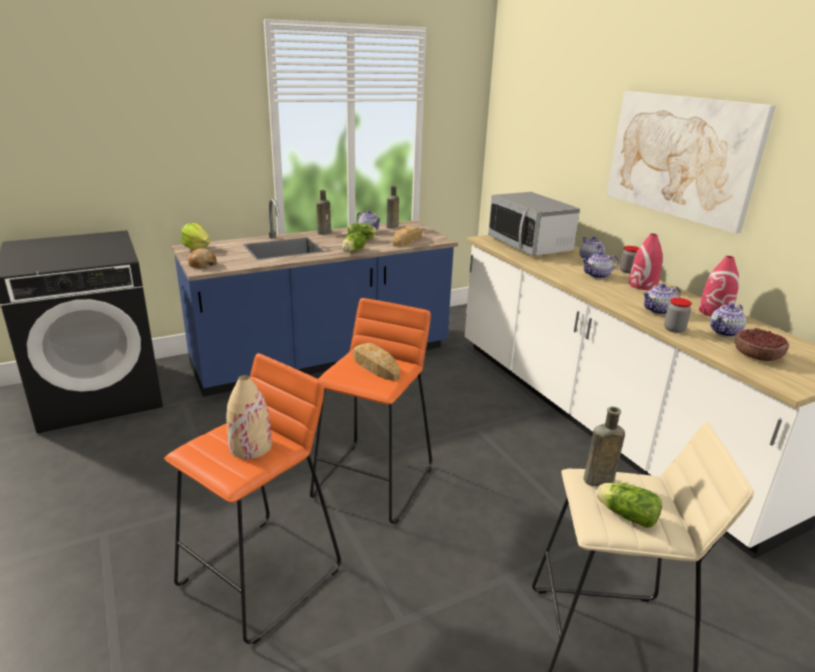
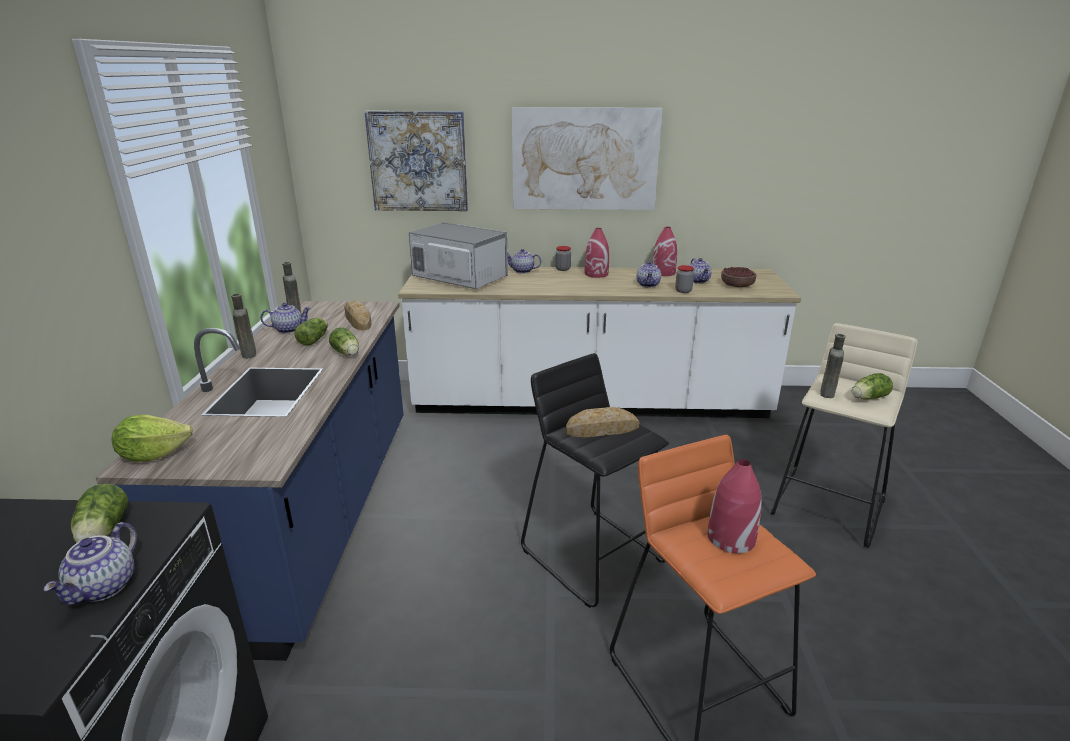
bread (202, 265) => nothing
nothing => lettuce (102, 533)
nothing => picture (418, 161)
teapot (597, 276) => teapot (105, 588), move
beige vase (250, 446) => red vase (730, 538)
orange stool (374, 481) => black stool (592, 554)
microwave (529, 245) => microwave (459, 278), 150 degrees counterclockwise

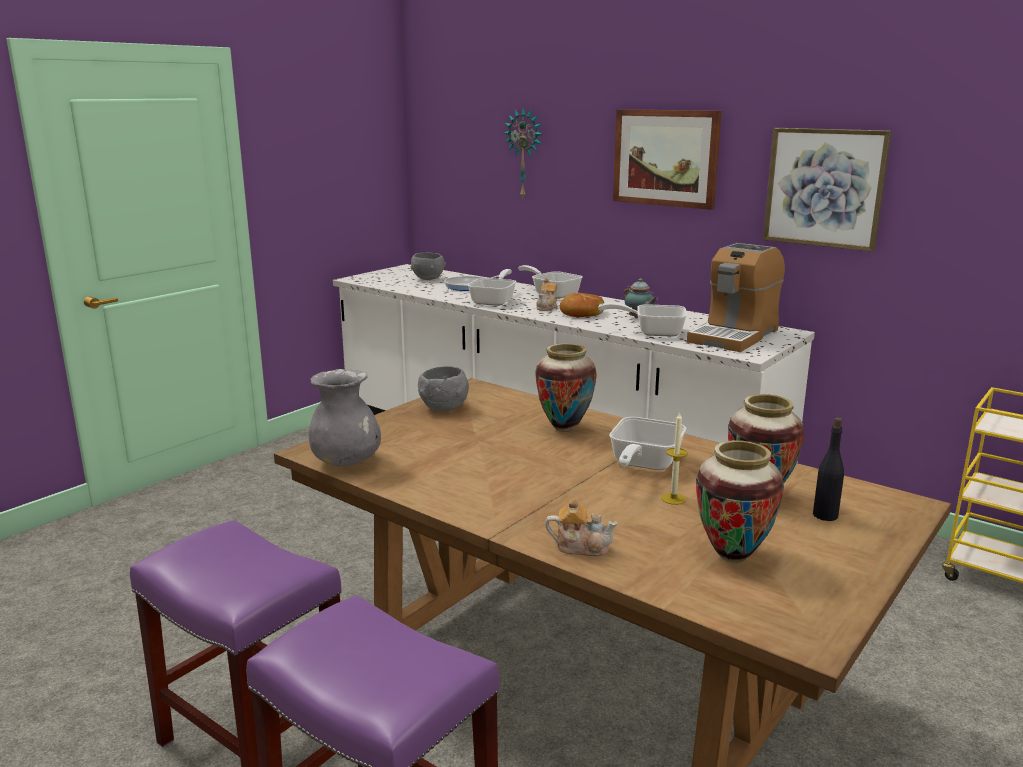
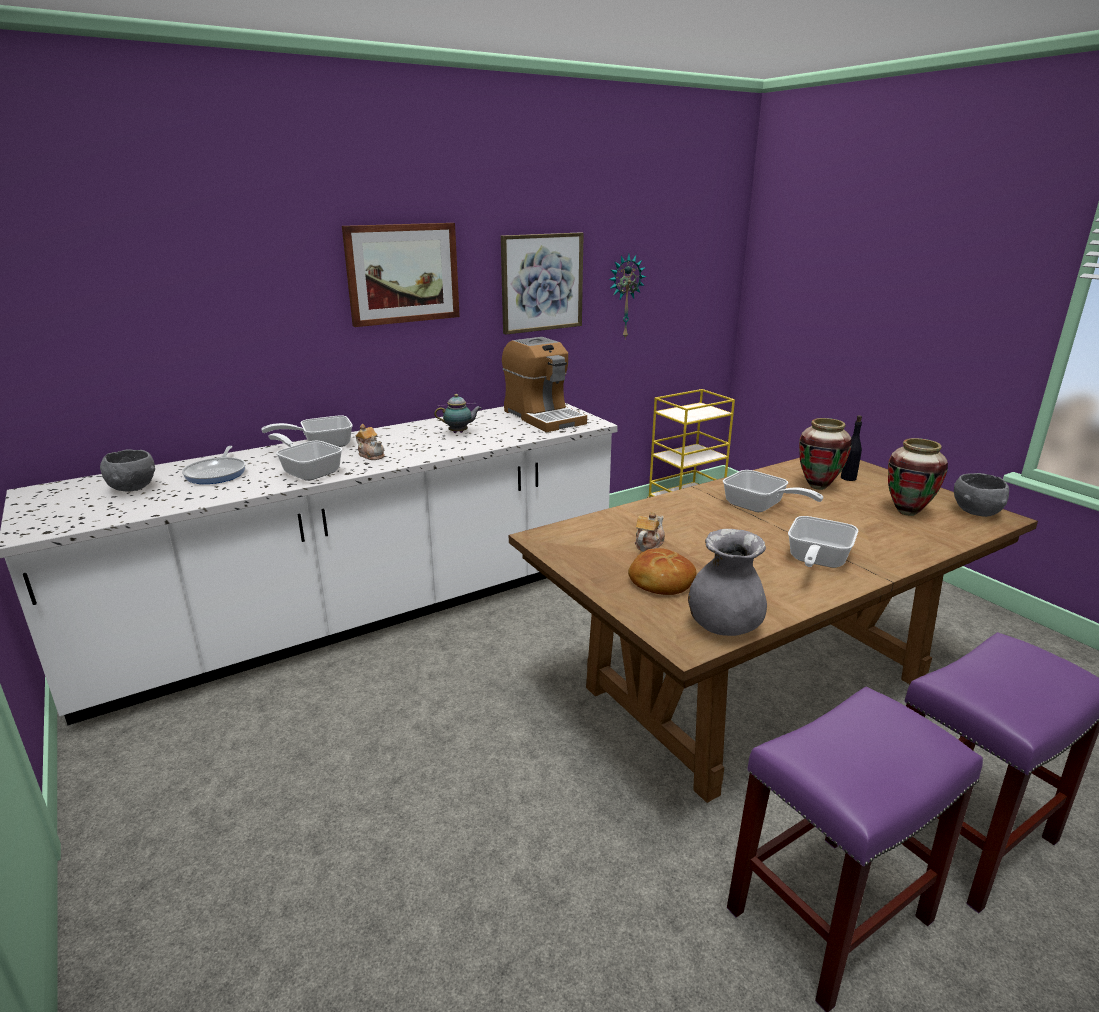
vase (564, 428) => nothing
candle (673, 499) => nothing
grey bowl (444, 408) => grey bowl (975, 512), move
wall clock (525, 153) => wall clock (624, 296), move
teapot (581, 547) => teapot (648, 544), move
bread (581, 313) => bread (660, 582), move
frying pan (652, 332) => frying pan (815, 561), move

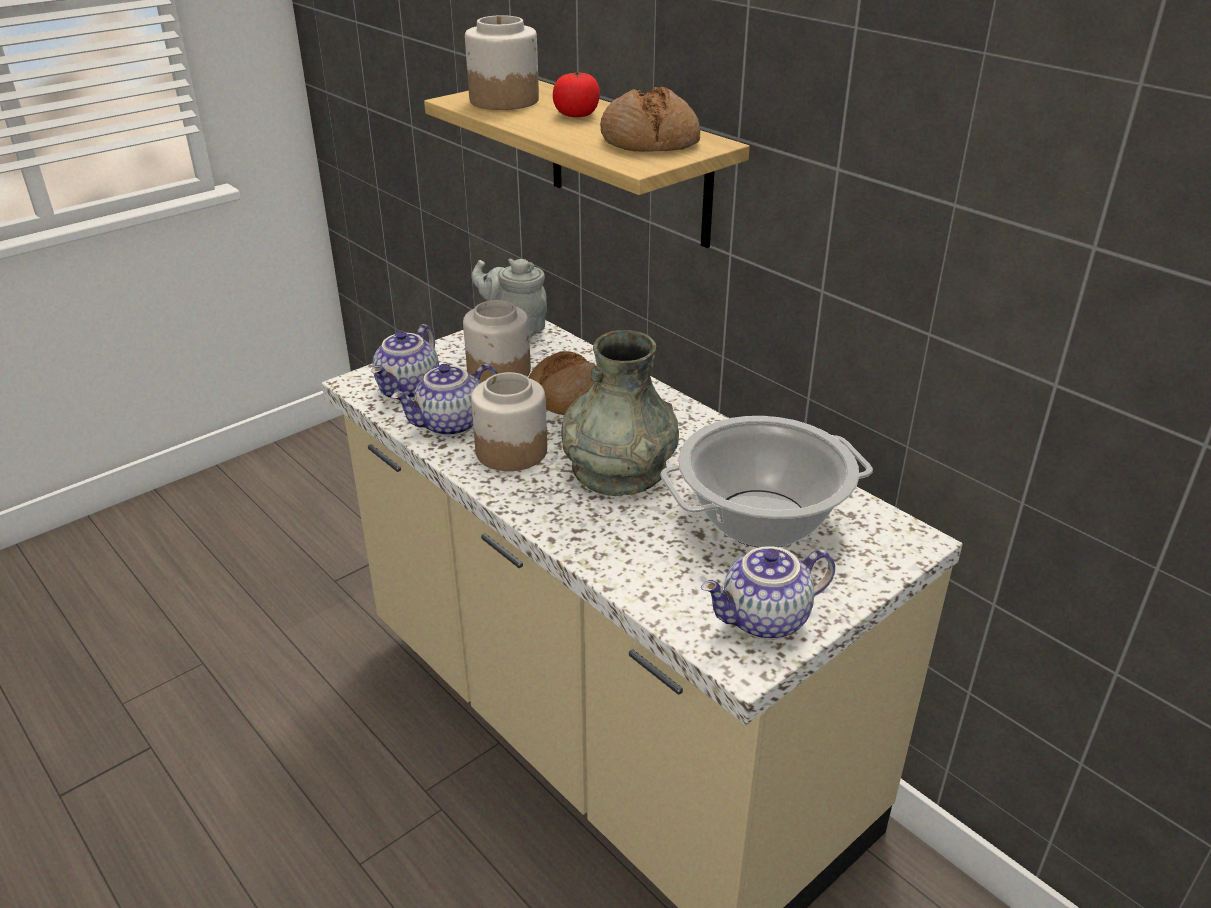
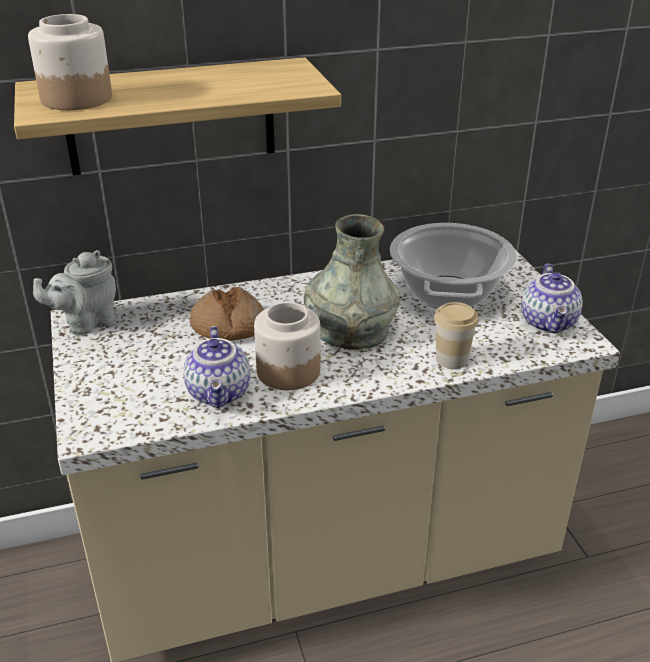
teapot (409, 389) => nothing
jar (500, 371) => nothing
tomato (576, 115) => nothing
bread (649, 141) => nothing
nothing => cup (451, 359)

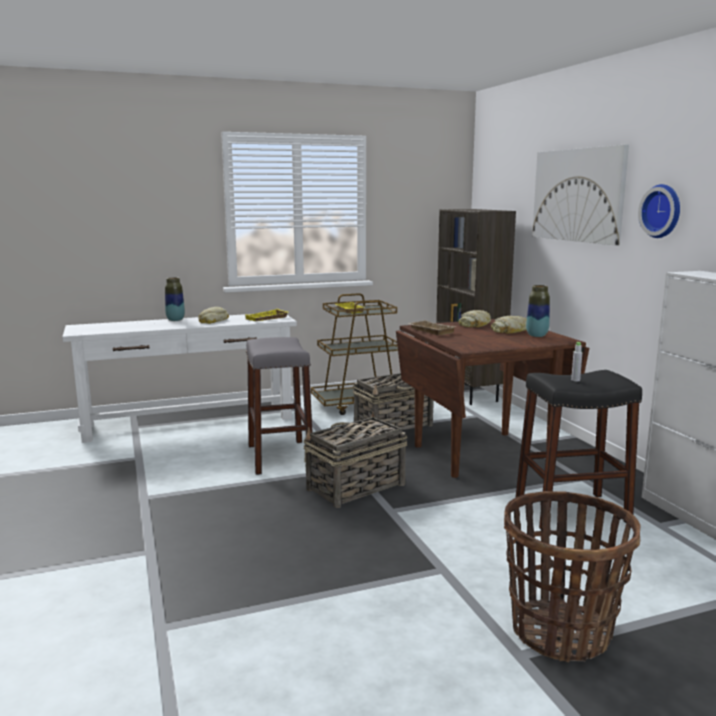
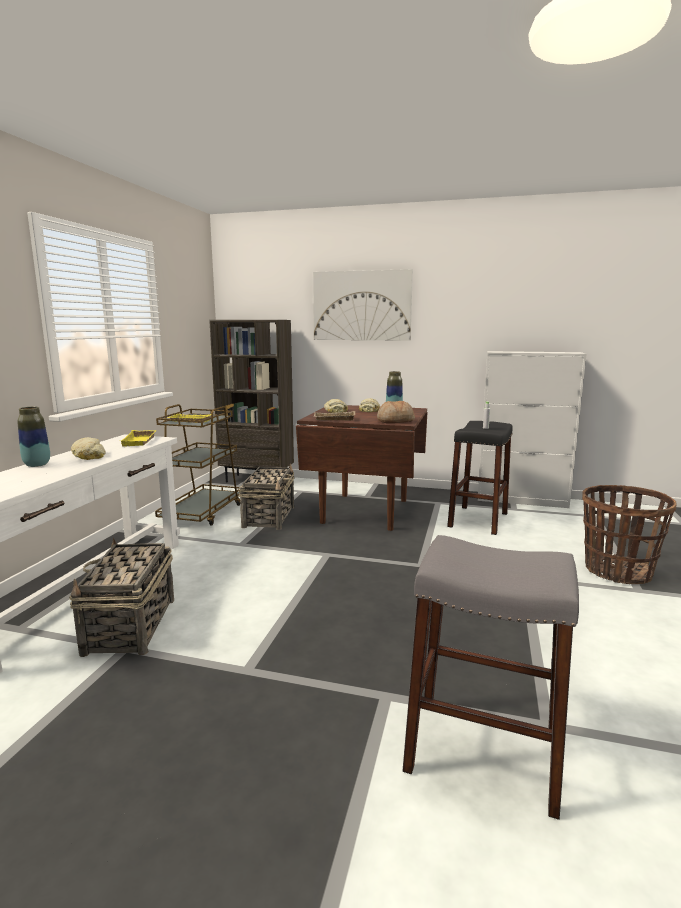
wall clock (663, 211) => nothing
nothing => bread (395, 421)
grey stool (280, 457) => grey stool (482, 753), move
basket (354, 487) => basket (130, 626), move

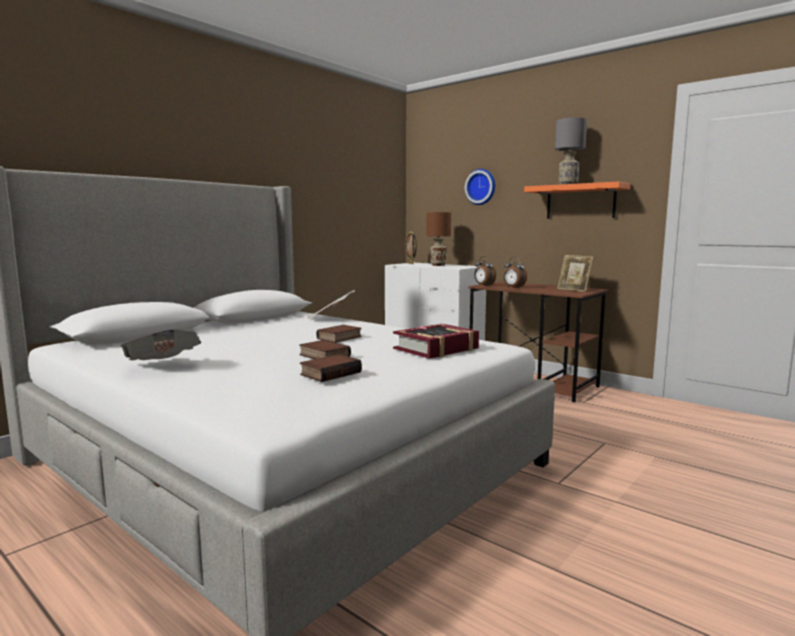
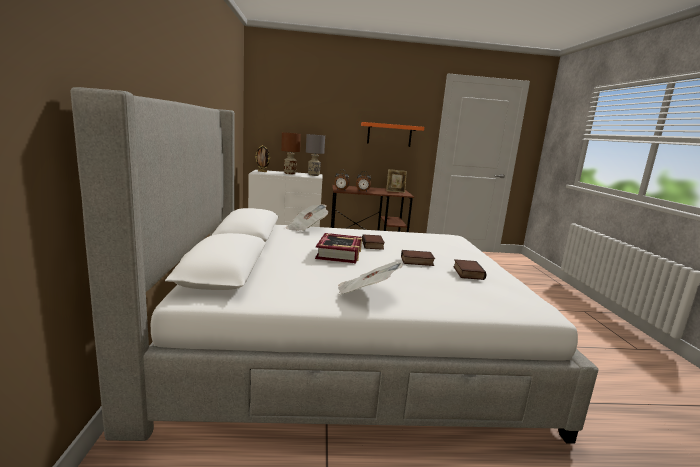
wall clock (481, 187) => nothing
book (436, 349) => book (339, 254), move
grey table lamp (568, 184) => grey table lamp (314, 175), move

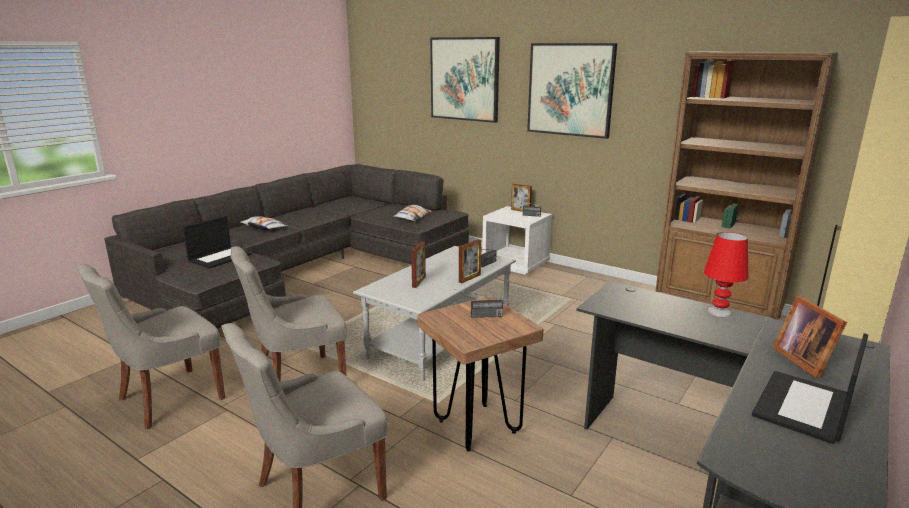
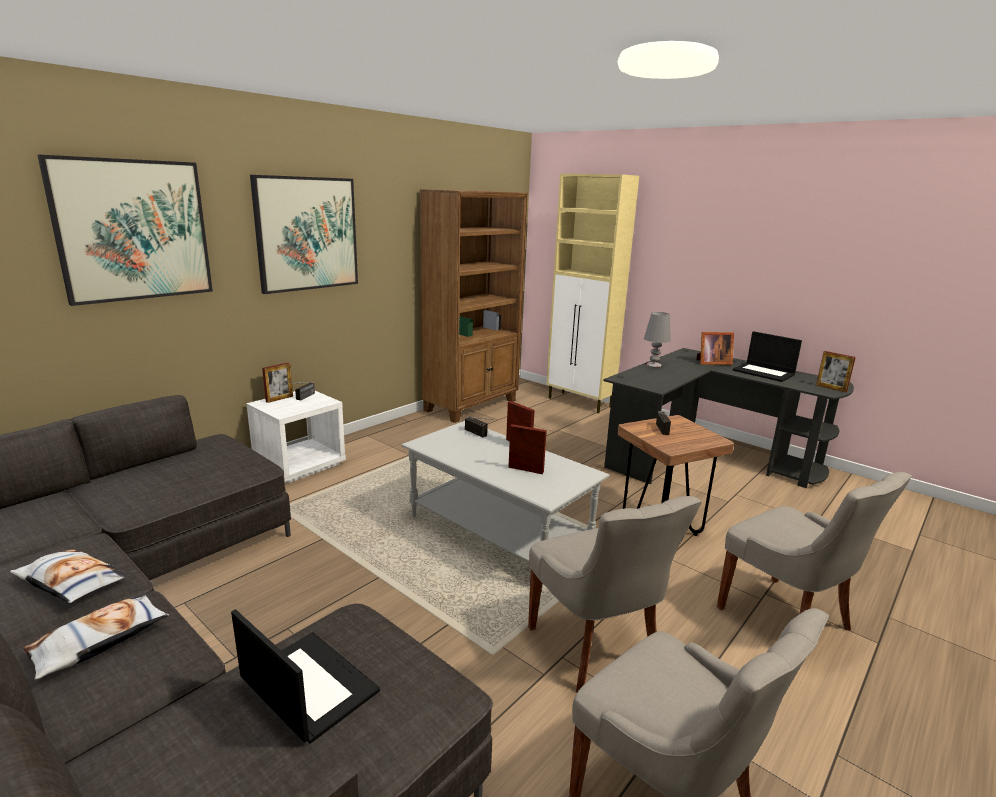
nothing => picture frame (831, 388)
pillow (412, 217) => pillow (70, 582), move
red table lamp (719, 312) => grey table lamp (654, 365)

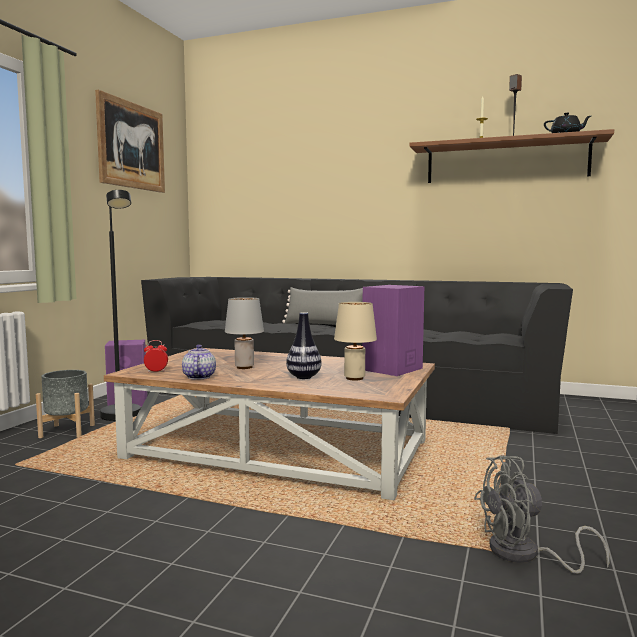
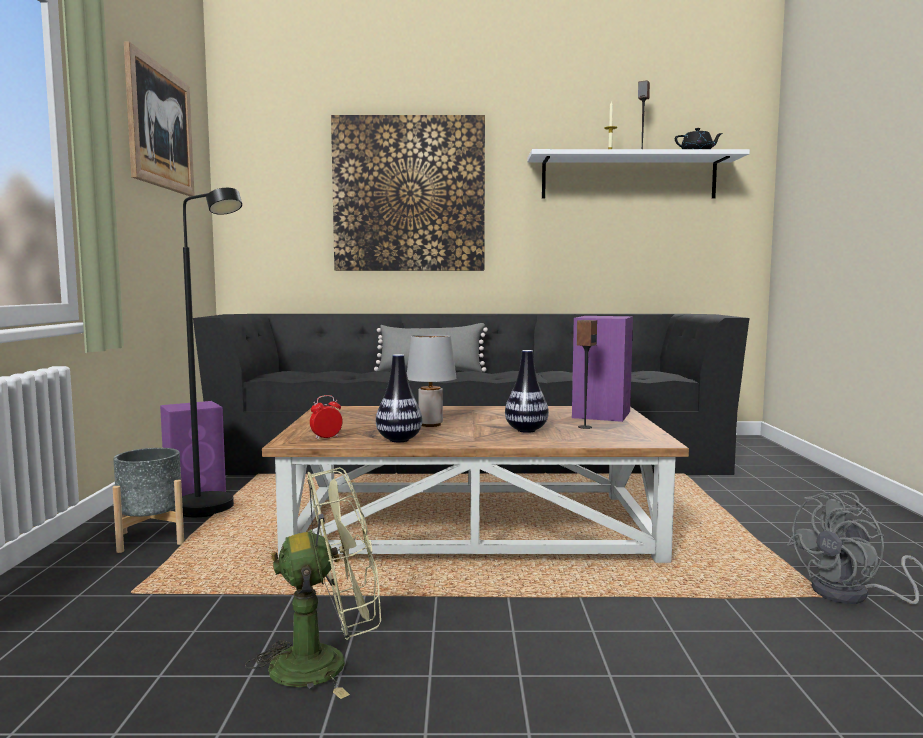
nothing => green fan (325, 662)
nothing => picture (409, 194)
teapot (198, 377) => vase (399, 440)
beige table lamp (355, 378) => speaker (584, 427)
brown shelf (506, 161) => white shelf (628, 178)

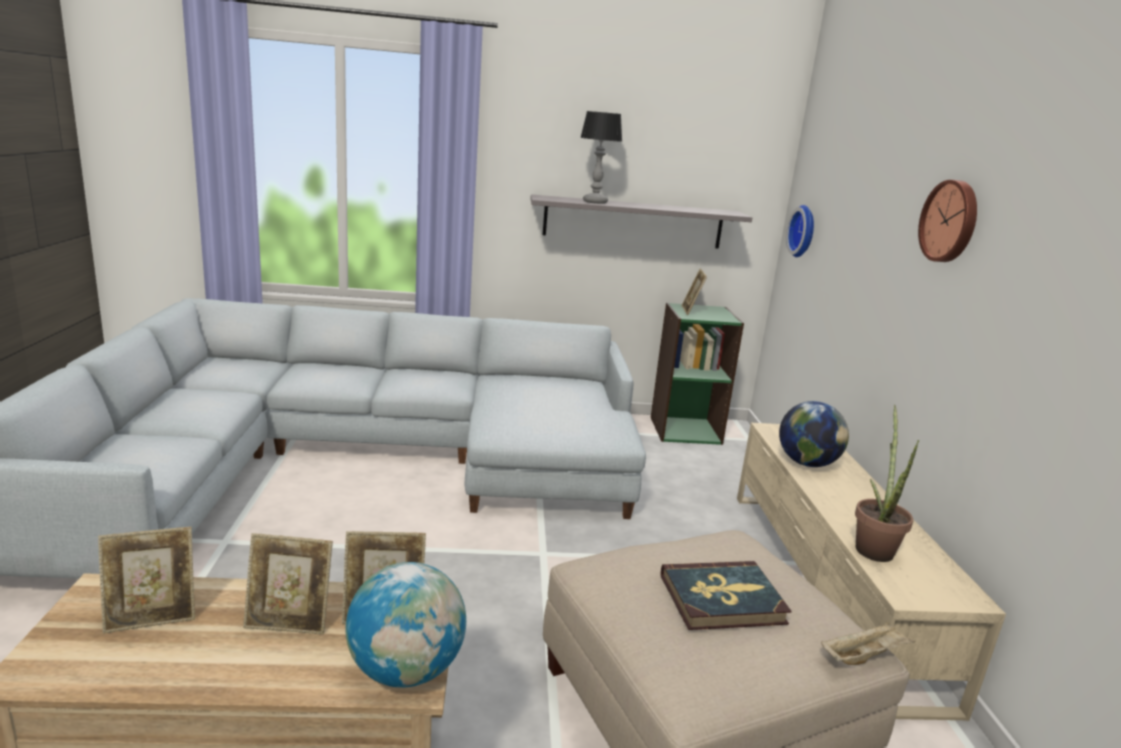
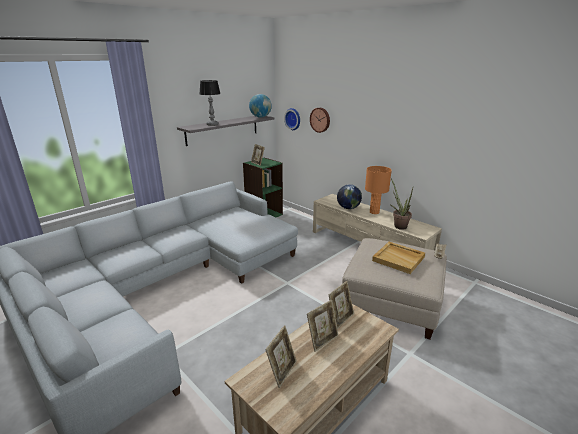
nothing => orange table lamp (374, 212)
globe (406, 671) => globe (260, 117), move
wall clock (951, 221) => wall clock (320, 120), move
book (722, 599) => beige tray (399, 259)

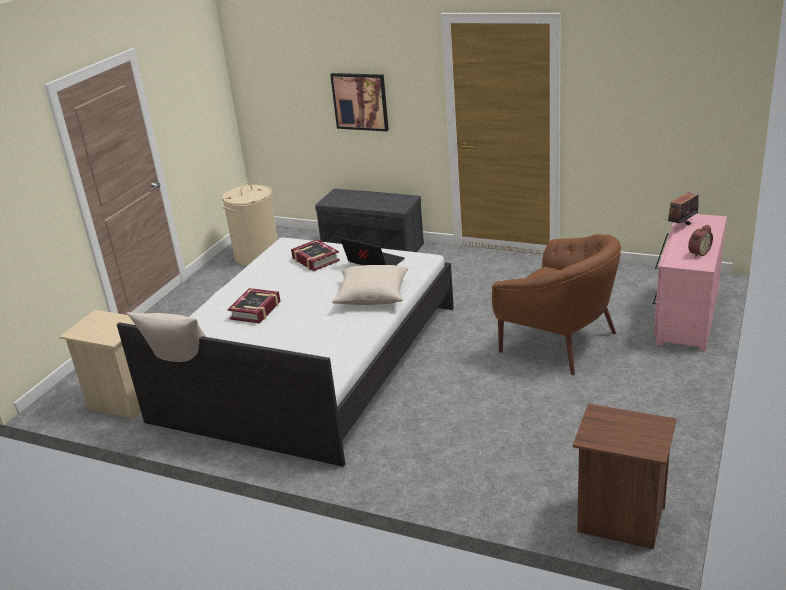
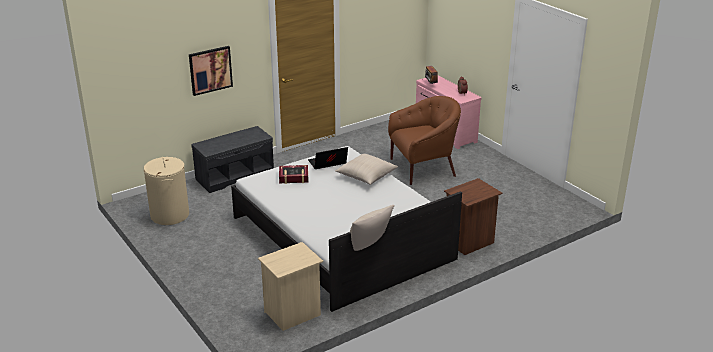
book (256, 310) => nothing
brown nightstand (620, 520) => brown nightstand (469, 242), move

